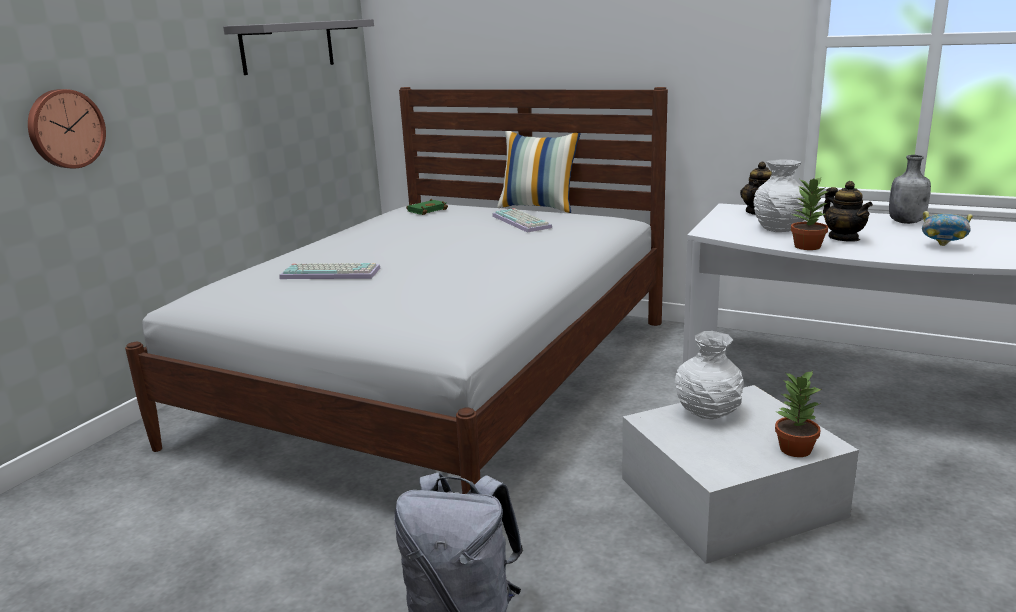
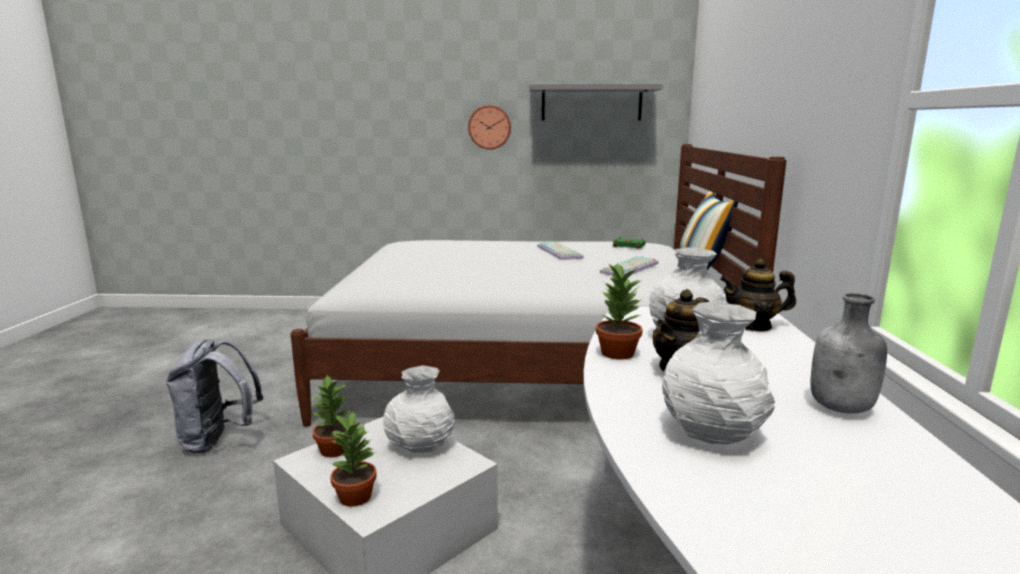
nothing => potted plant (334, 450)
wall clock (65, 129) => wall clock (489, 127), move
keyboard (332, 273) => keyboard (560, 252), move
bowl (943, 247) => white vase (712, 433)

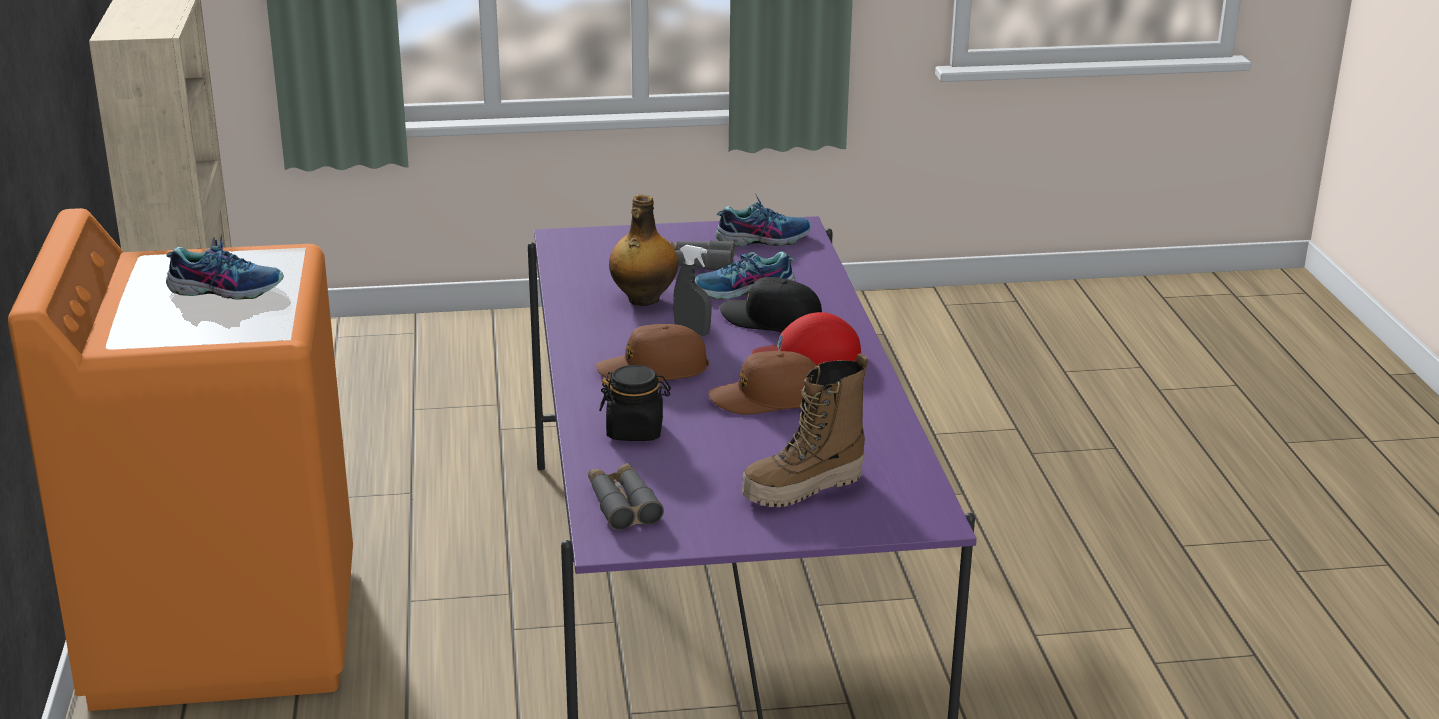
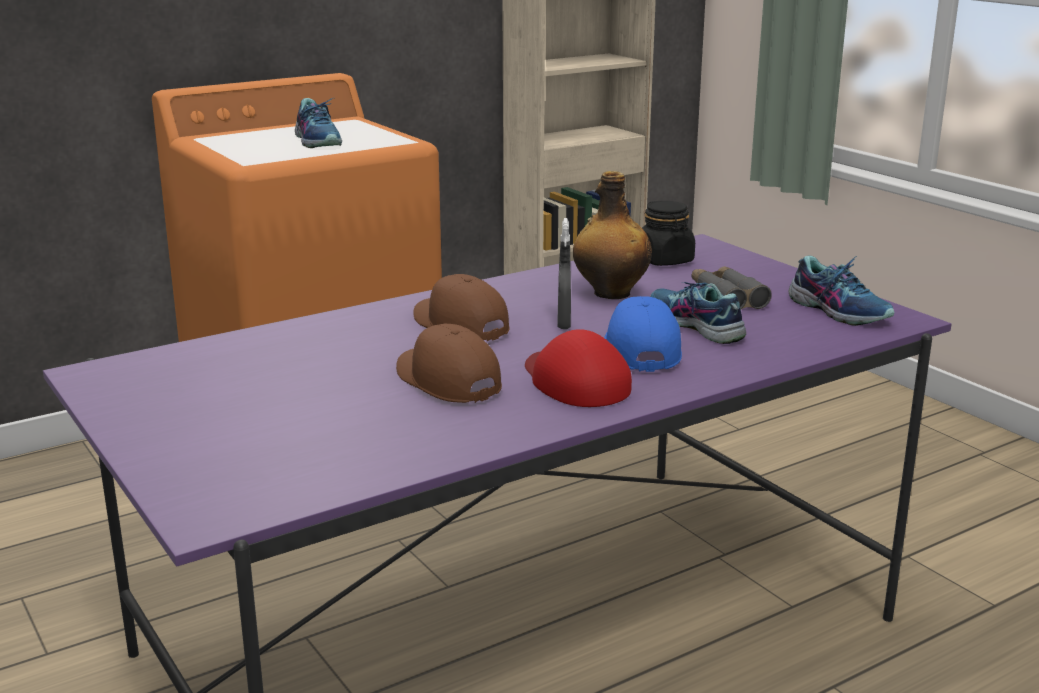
grey binoculars (622, 504) => nothing
boot (803, 488) => nothing
black jar (635, 431) => black jar (664, 260), move
black cap (771, 320) => blue cap (640, 349)

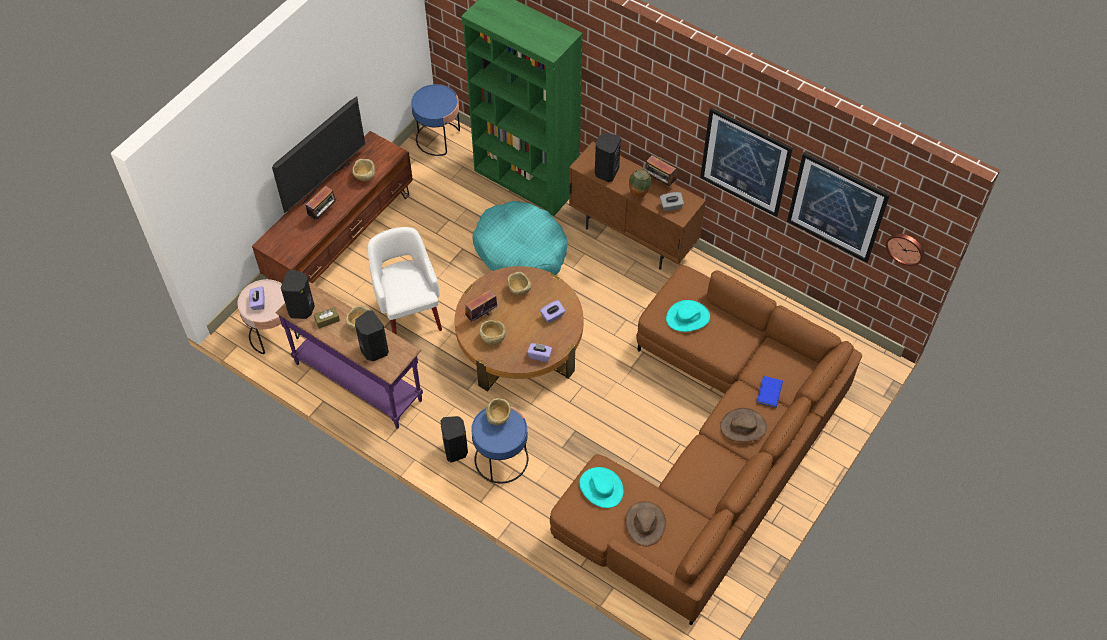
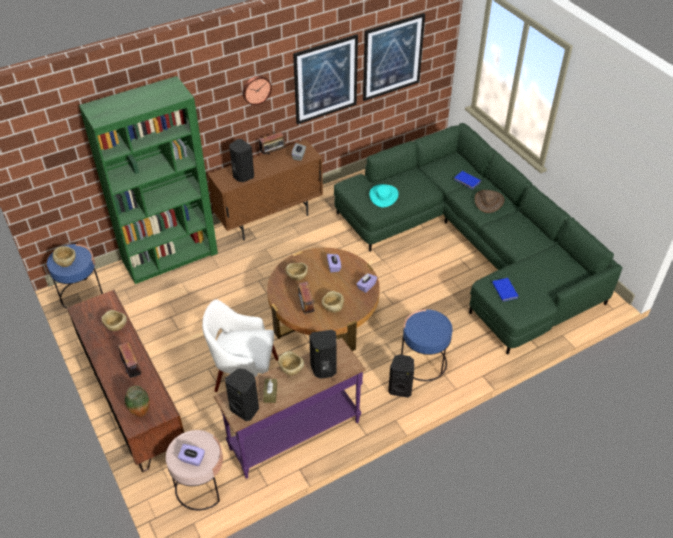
television (326, 183) => nothing
turquoise dog bed (521, 250) => nothing
brown hat (645, 523) => nothing
beige bowl (498, 418) => beige bowl (67, 262), move
vase (638, 195) => vase (140, 413), move
wall clock (906, 248) => wall clock (256, 89), move
turquoise hat (601, 488) => blue book (505, 290)
brown sofa (709, 452) => green sofa (473, 246)

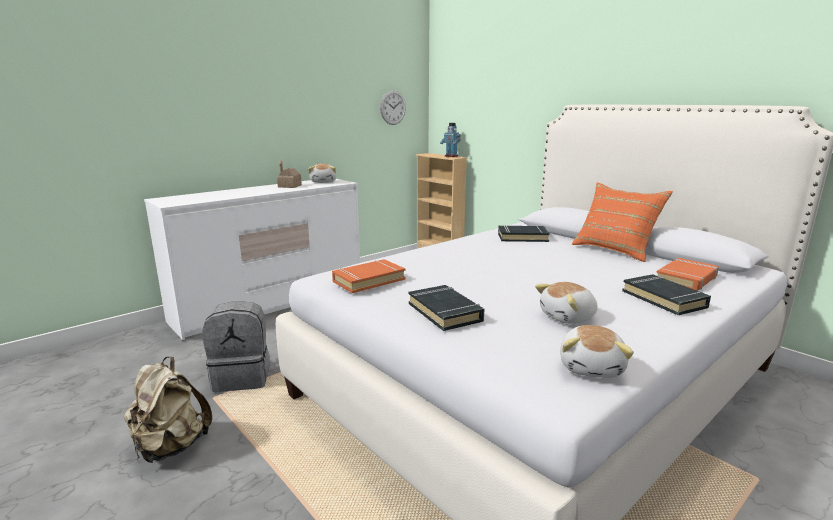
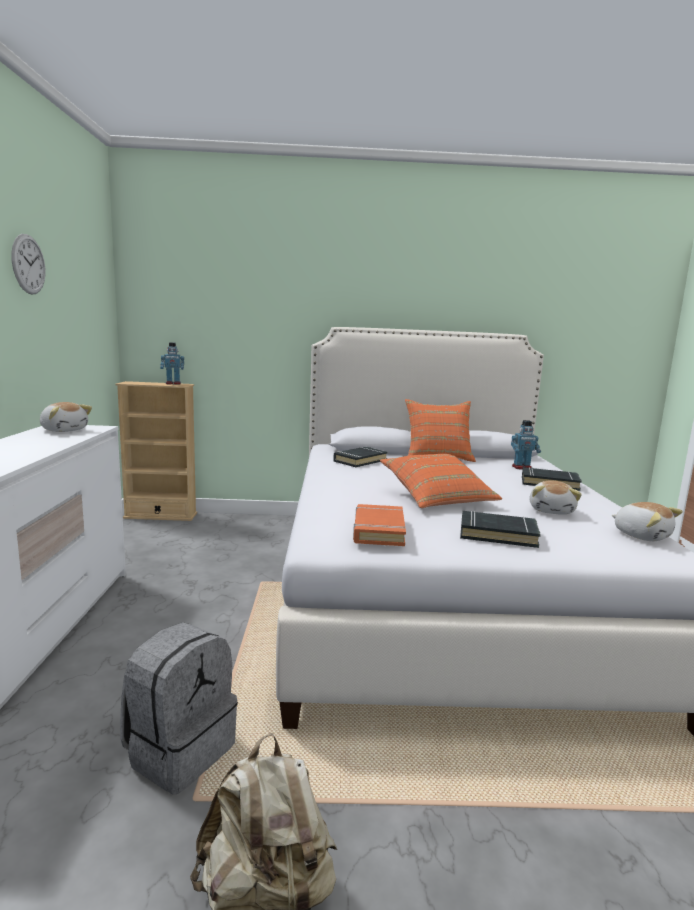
toy house (289, 186) => nothing
nothing => orange pillow (437, 498)
wall clock (393, 107) => wall clock (28, 264), move
orange book (686, 279) => toy robot (522, 467)

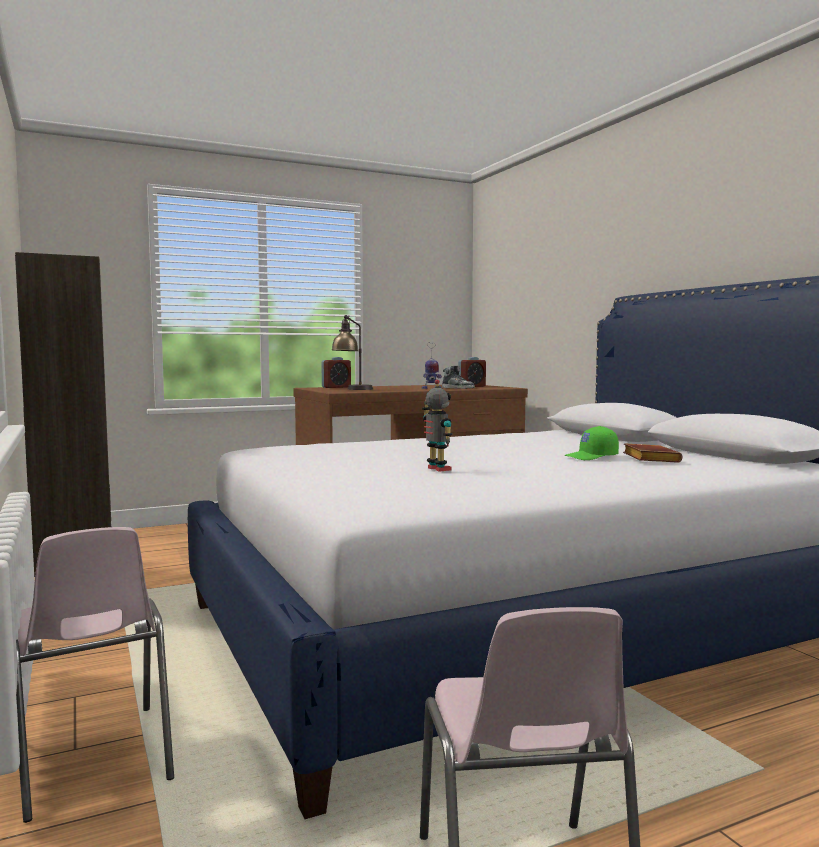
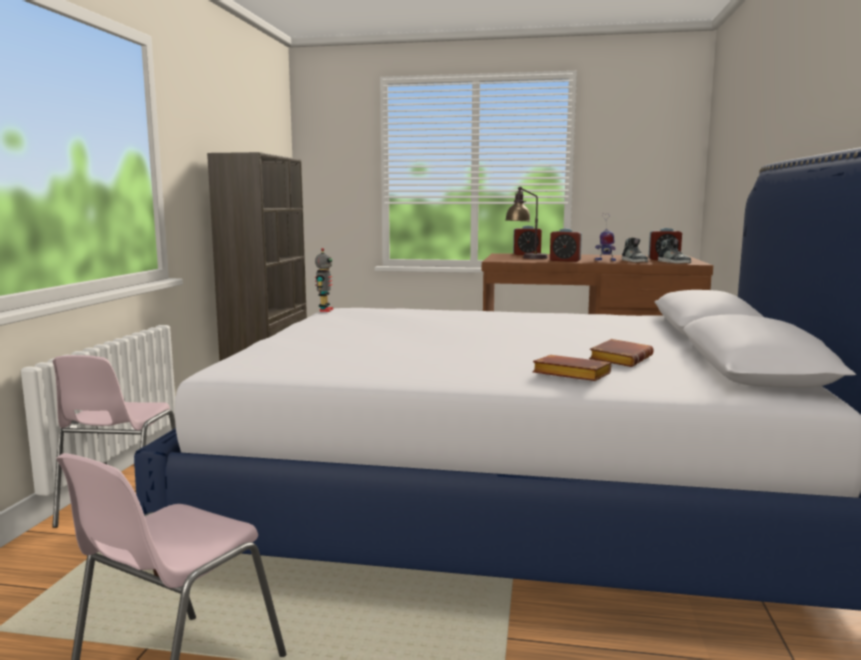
green cap (592, 457) => nothing
nothing => brown book (569, 375)
nothing => alarm clock (565, 260)
nothing => shoe (673, 262)
toy robot (437, 469) => toy robot (325, 310), move

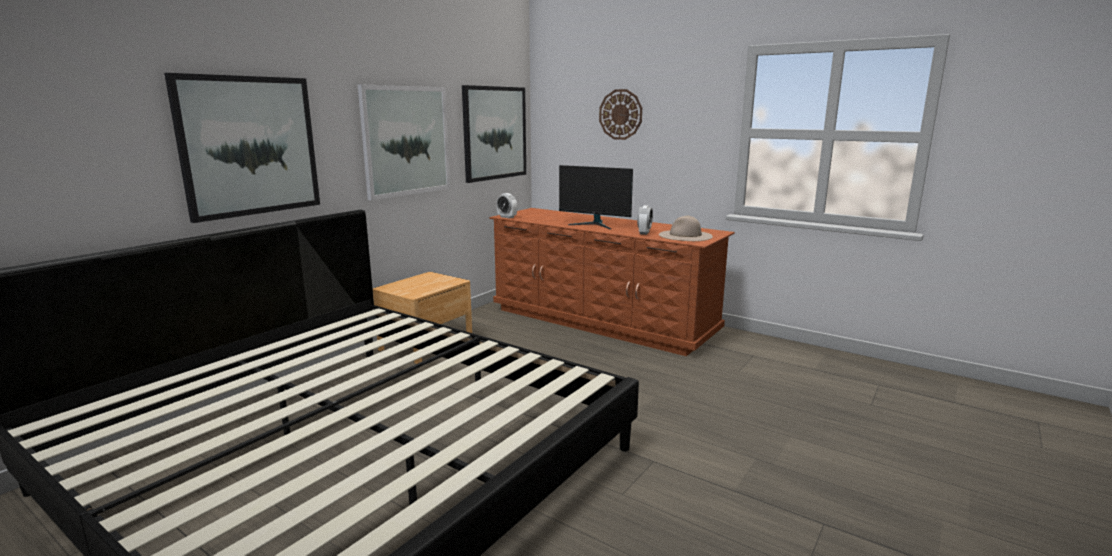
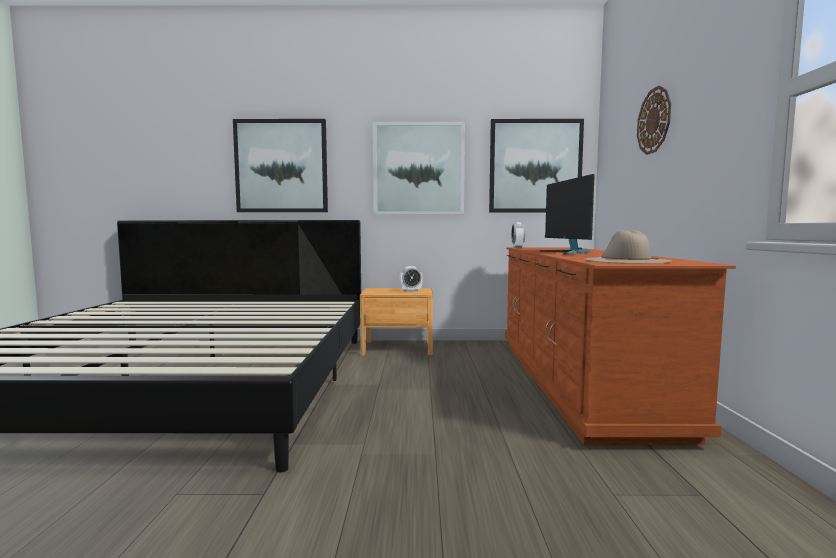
alarm clock (644, 233) => alarm clock (410, 291), move

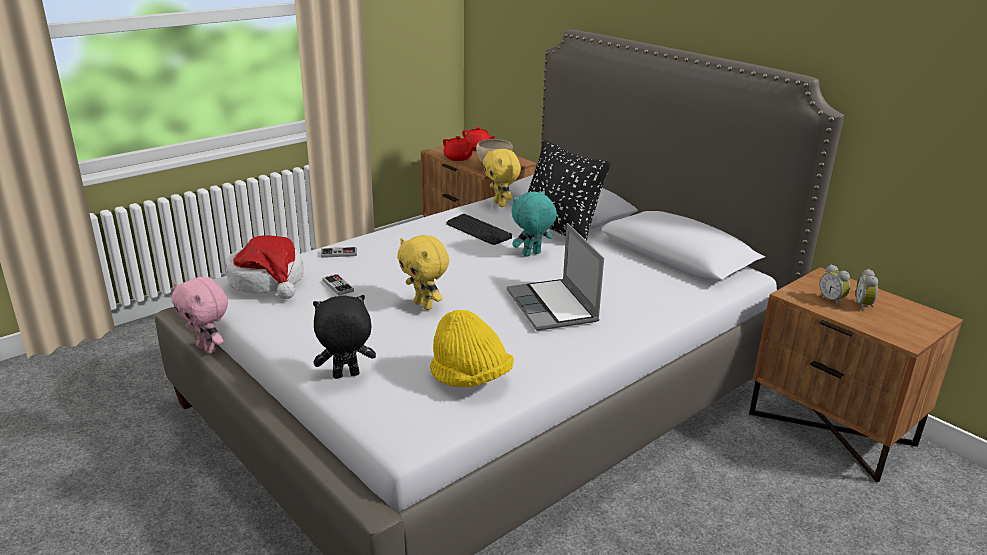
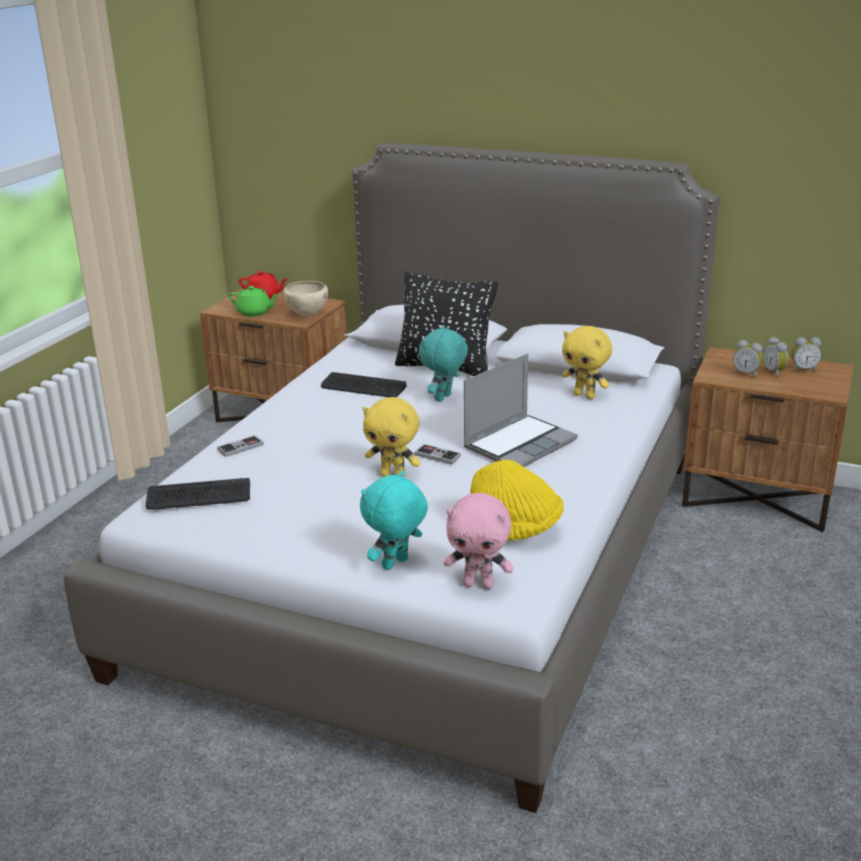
nothing => alarm clock (803, 369)
pink plush toy (208, 348) => pink plush toy (479, 584), move
game controller (338, 286) => game controller (437, 455), move
yellow plush toy (501, 204) => yellow plush toy (585, 395), move
hat (268, 280) => keyboard (198, 496)
black plush toy (345, 376) => turquoise plush toy (396, 564)
red teapot (458, 158) => green teapot (254, 312)
laptop (553, 307) => laptop (520, 443), 90 degrees counterclockwise

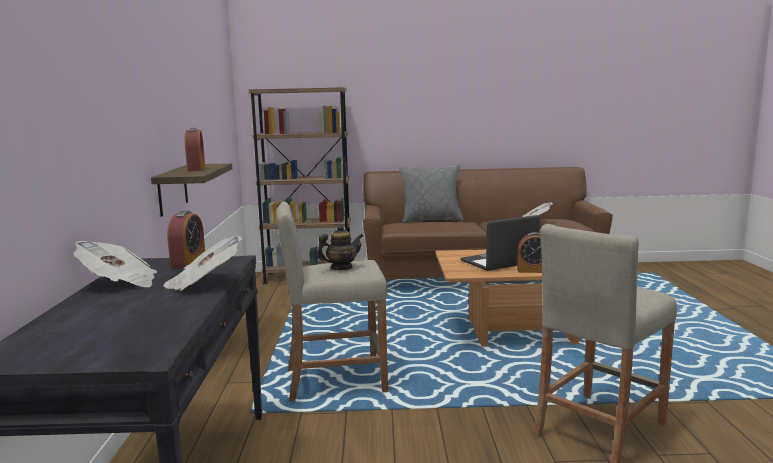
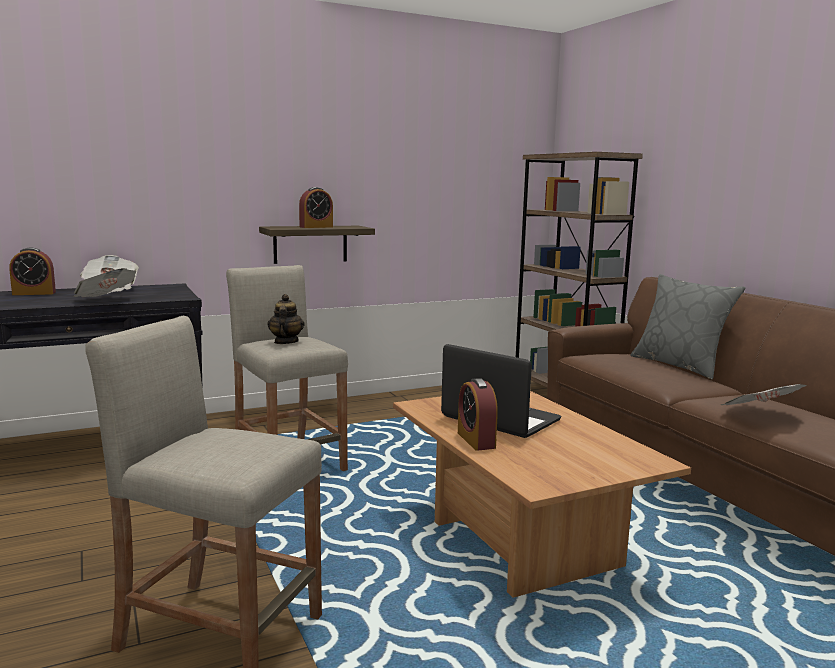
alarm clock (188, 263) => alarm clock (34, 293), move
teapot (341, 268) => teapot (285, 342), 135 degrees counterclockwise

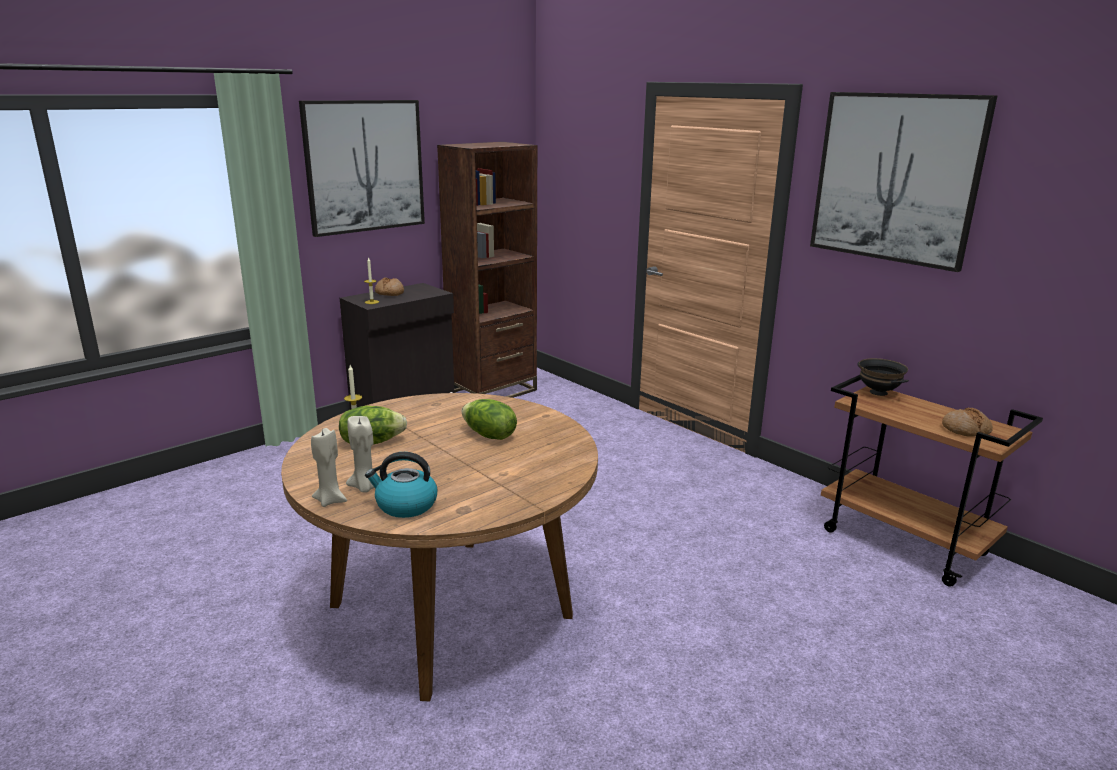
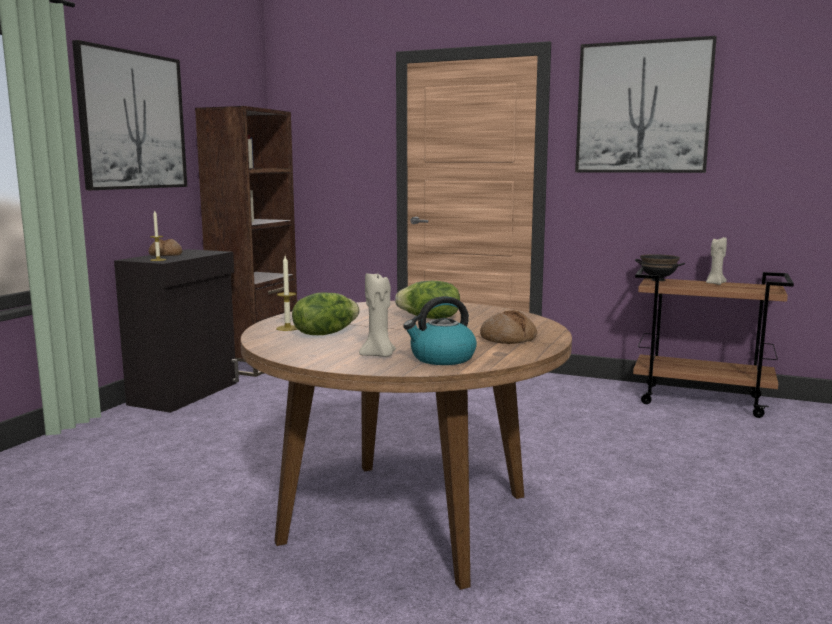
beige candle (330, 500) => beige candle (715, 283), move
bread (965, 430) => bread (508, 339), move

